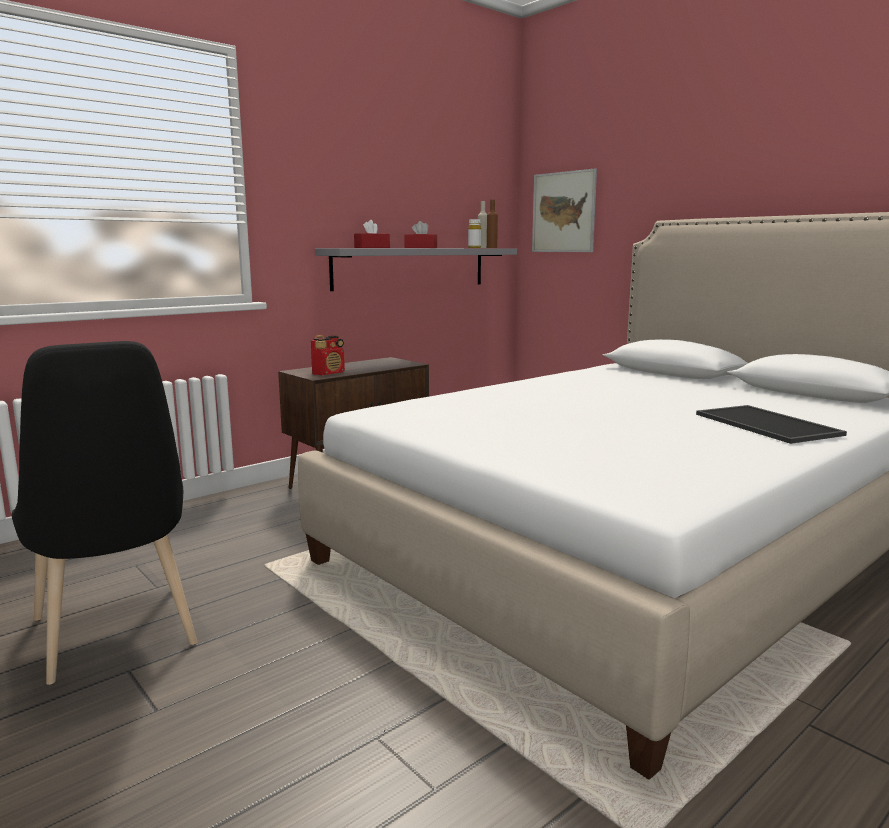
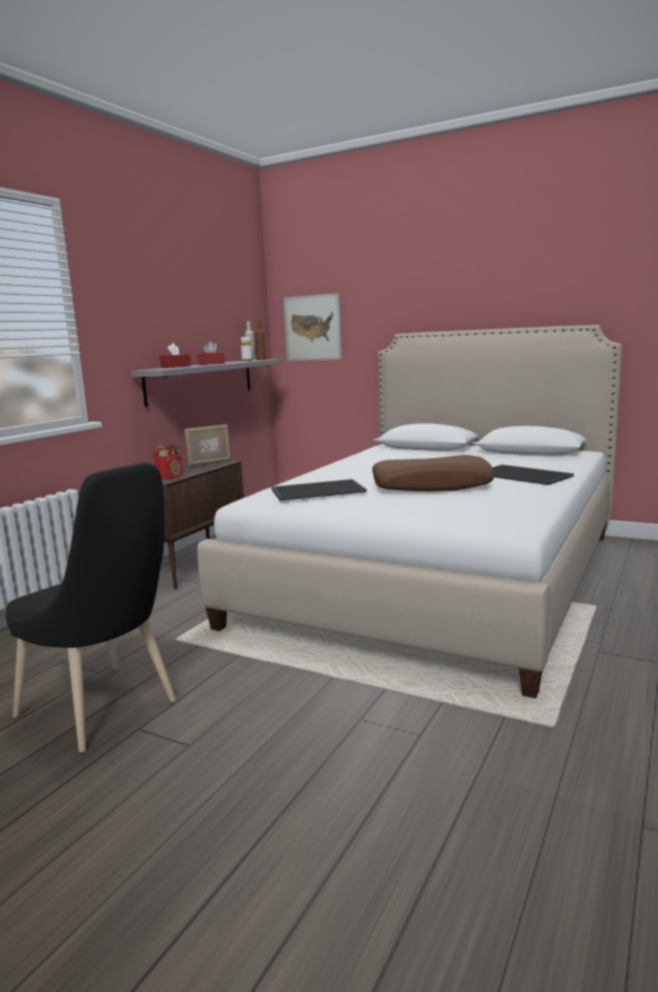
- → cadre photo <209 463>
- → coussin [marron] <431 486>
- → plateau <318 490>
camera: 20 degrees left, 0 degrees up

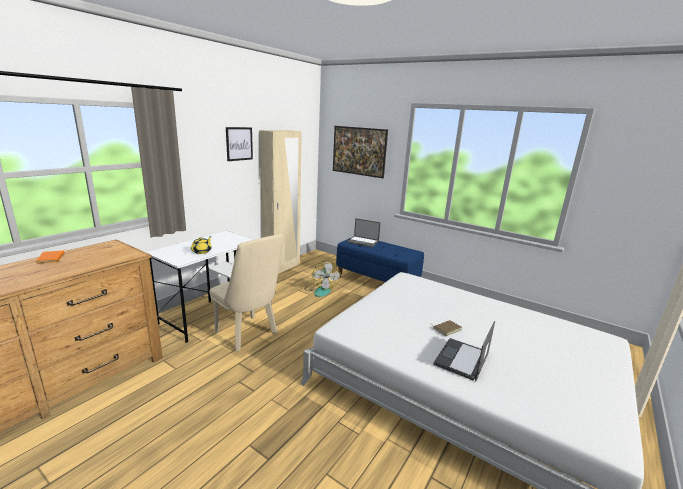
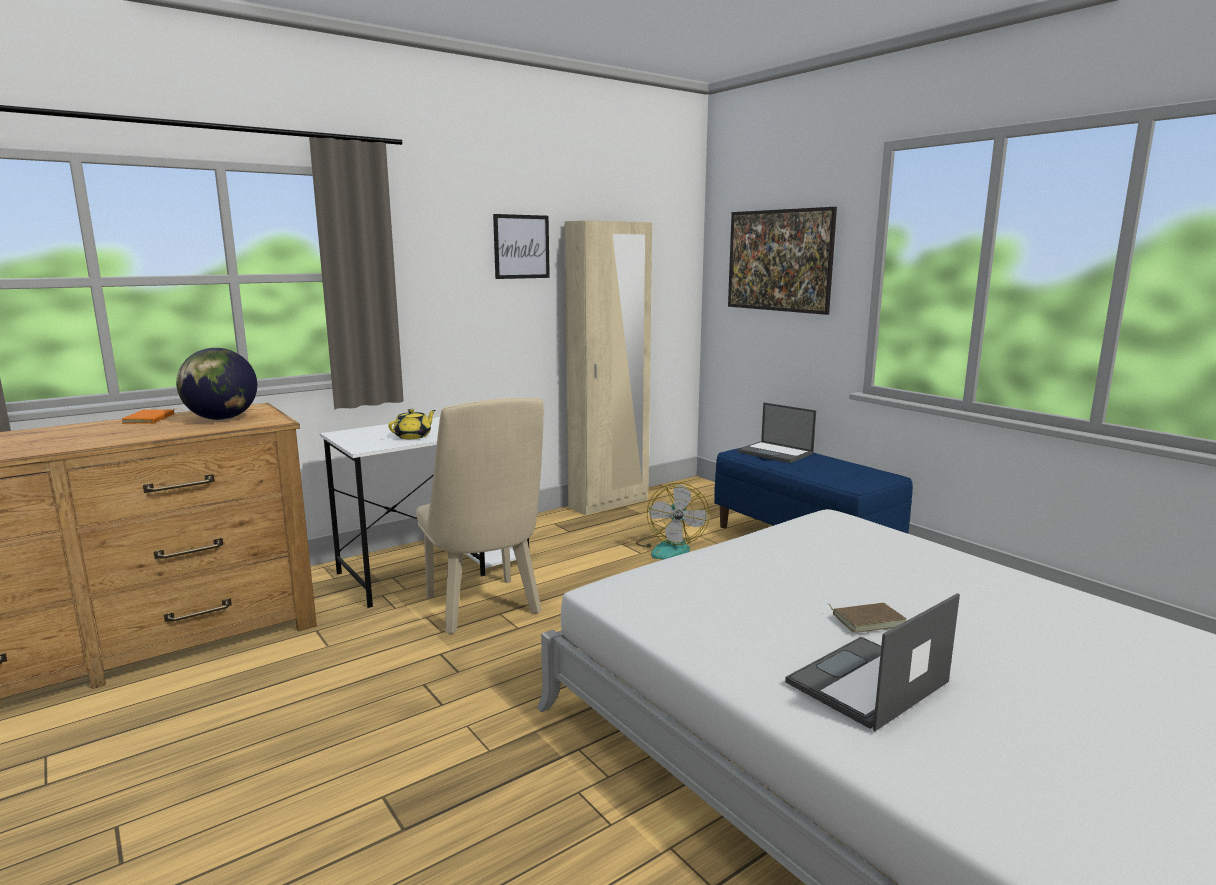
- → globe <221 419>
camera: 20 degrees right, 5 degrees down

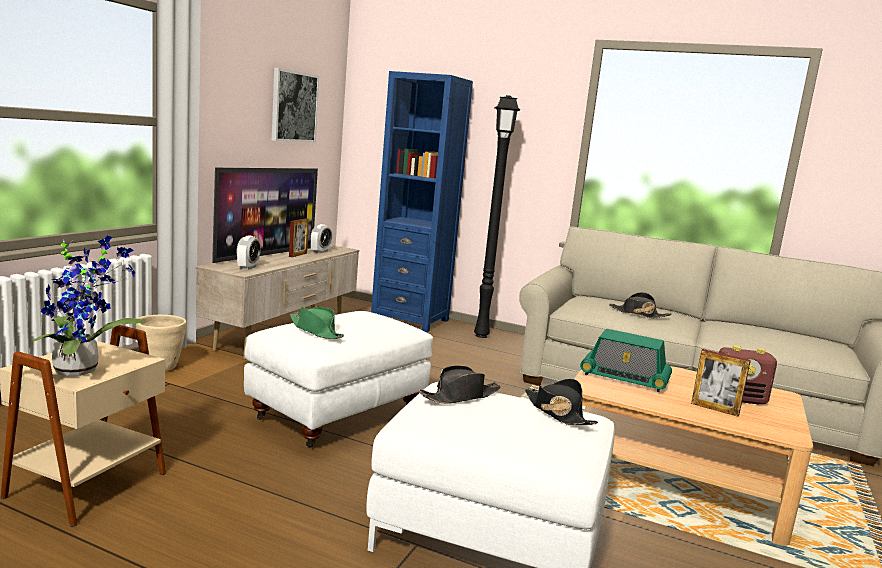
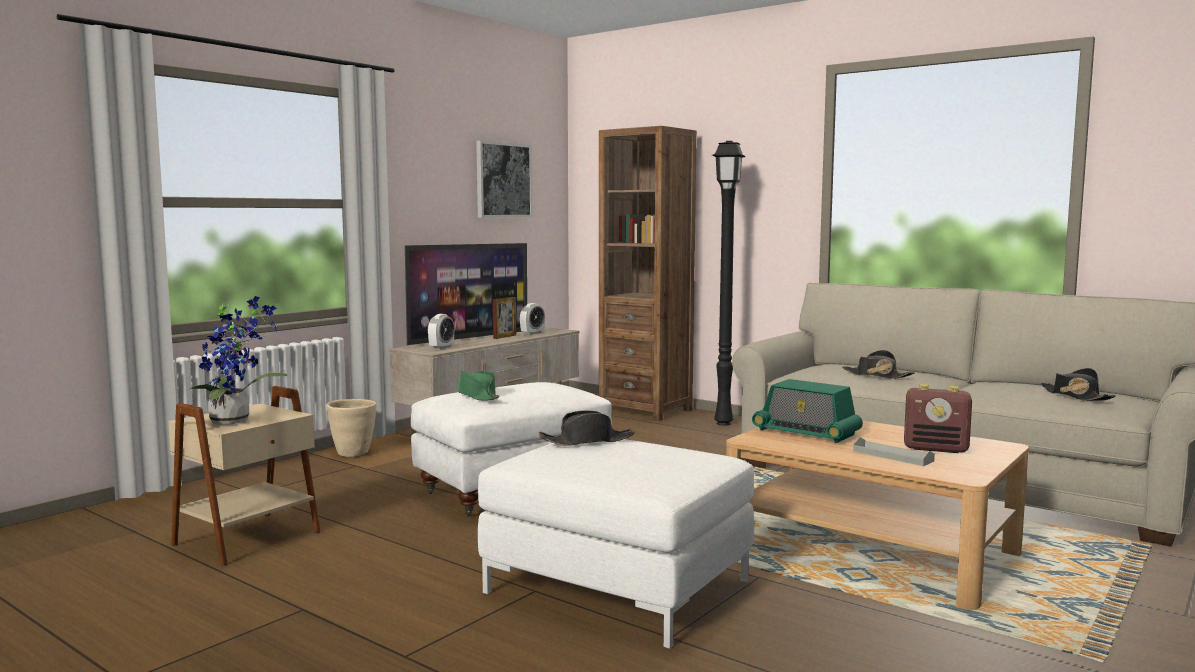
bibliothèque [bleu] <410 320> → bibliothèque [marron] <645 410>
cadre photo <714 409> → plateau [gris] <892 456>
chapeau [noir] <557 412> → chapeau [noir] <1075 396>, moved
camera: 15 degrees right, 5 degrees down

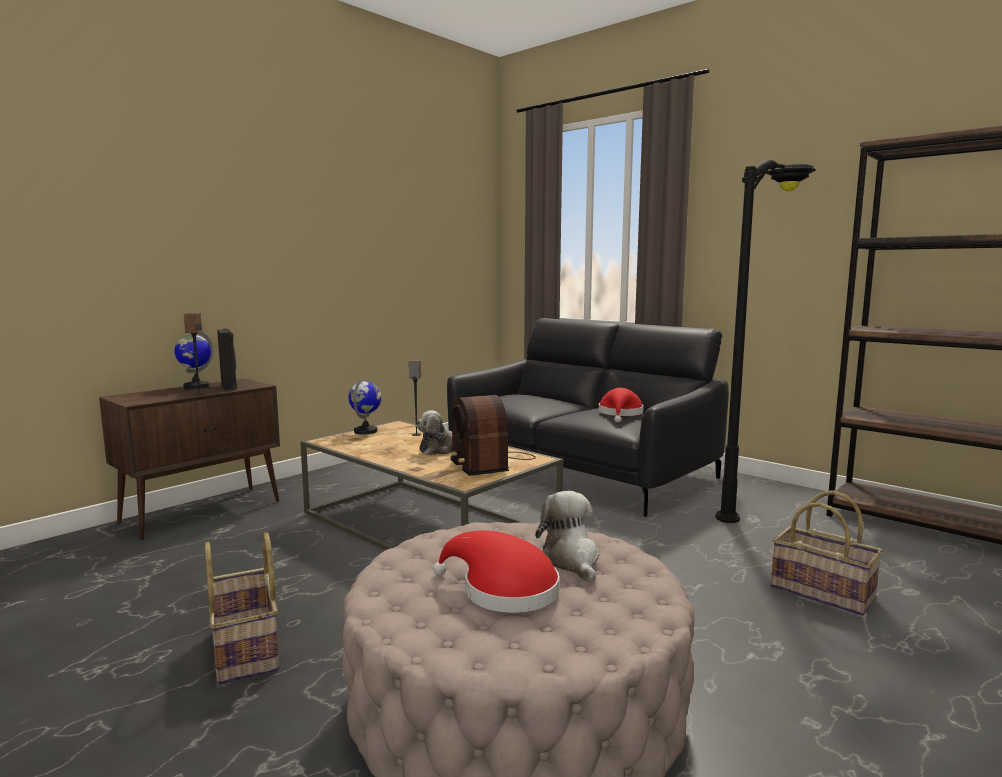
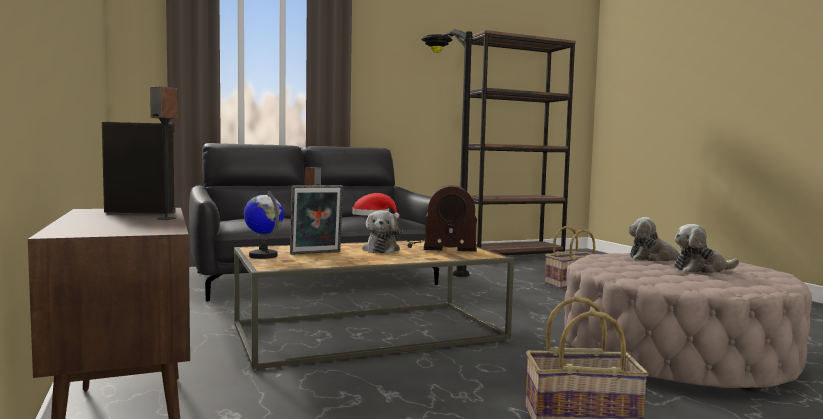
globe <196 386> → -
chapeau [rouge] <503 590> → peluche <701 269>
- → cadre photo <316 253>
camera: 65 degrees left, 5 degrees down

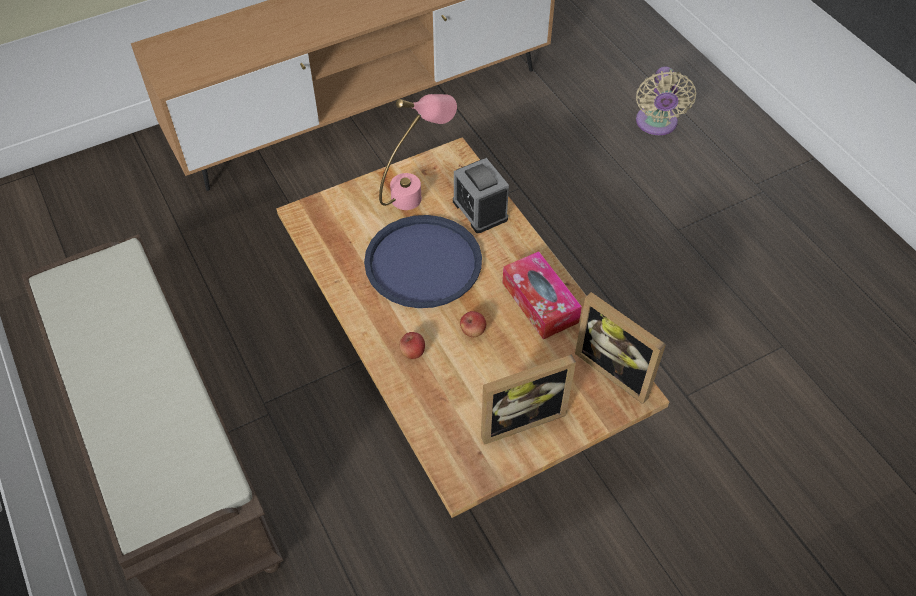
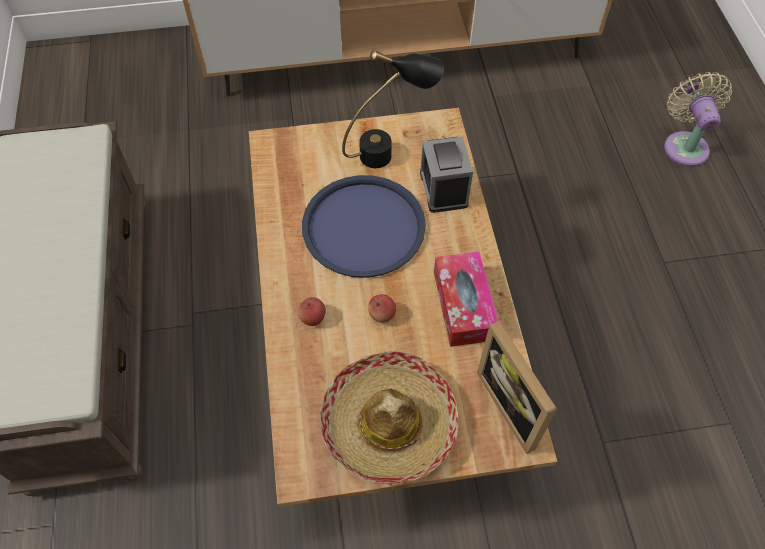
ventilateur [beige] <656 124> → ventilateur [beige] <684 145>, 150 degrees clockwise
lampe de table [rose] <417 190> → lampe de table [noir] <390 151>
cadre photo <519 417> → chapeau <389 423>
camera: 20 degrees right, 5 degrees up

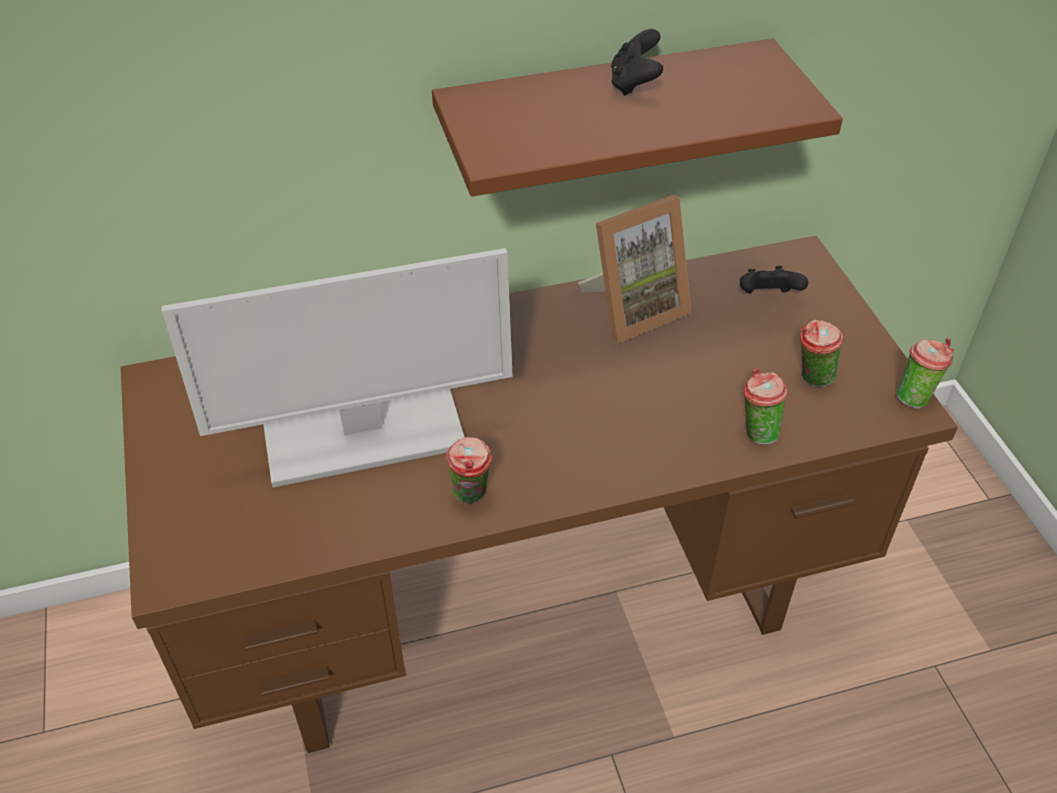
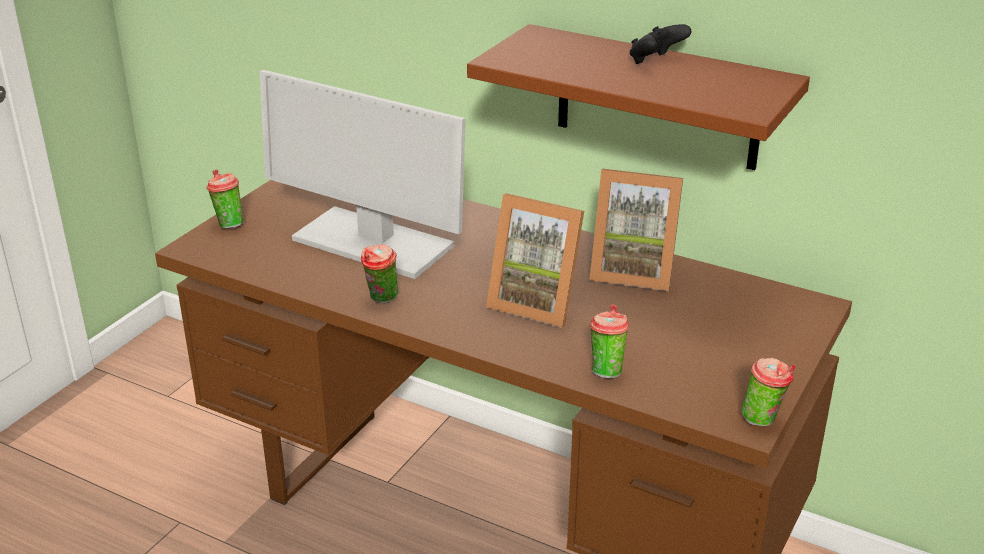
manette [noir] <767 297> → -
tasse <811 379> → tasse <228 224>, moved
- → cadre photo <537 302>
camera: 45 degrees right, 15 degrees down

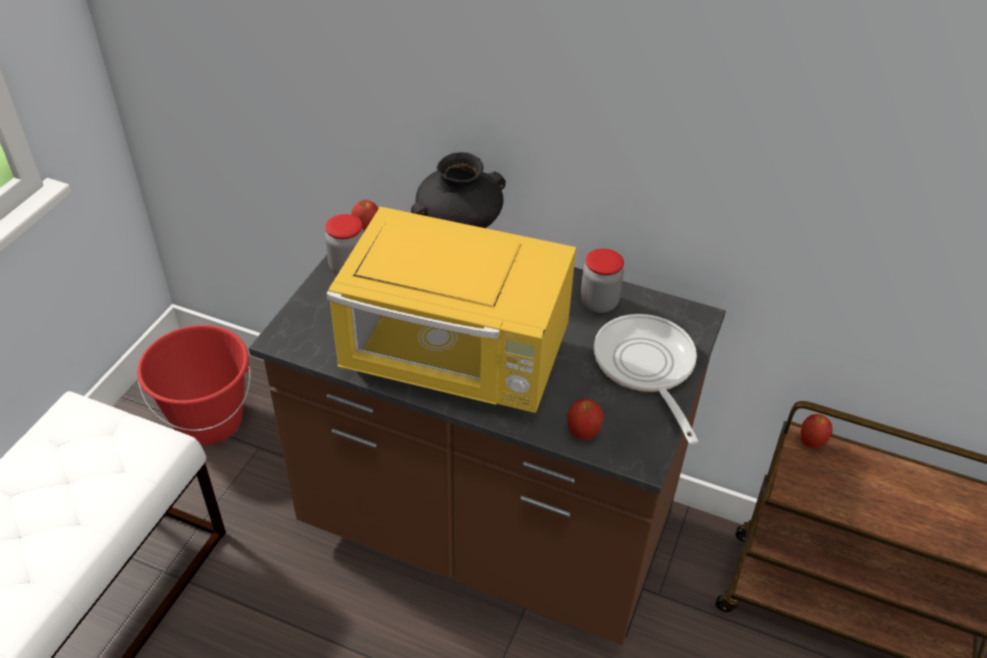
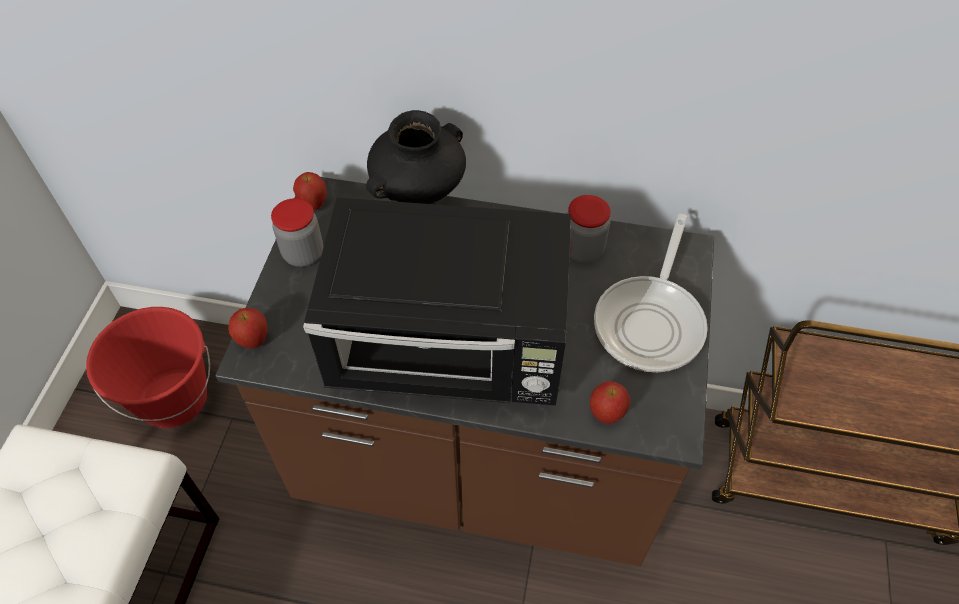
micro-ondes [jaune] <457 360> → micro-ondes [noir] <451 348>
poêle <646 368> → poêle <651 321>, 135 degrees counterclockwise
pomme <811 443> → pomme <253 341>, moved
camera: 10 degrees left, 10 degrees up

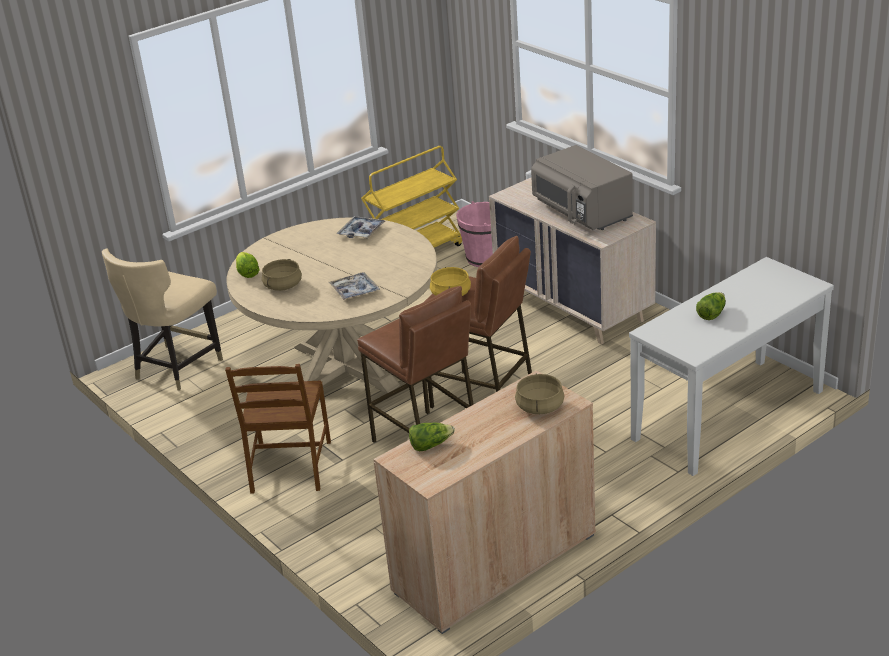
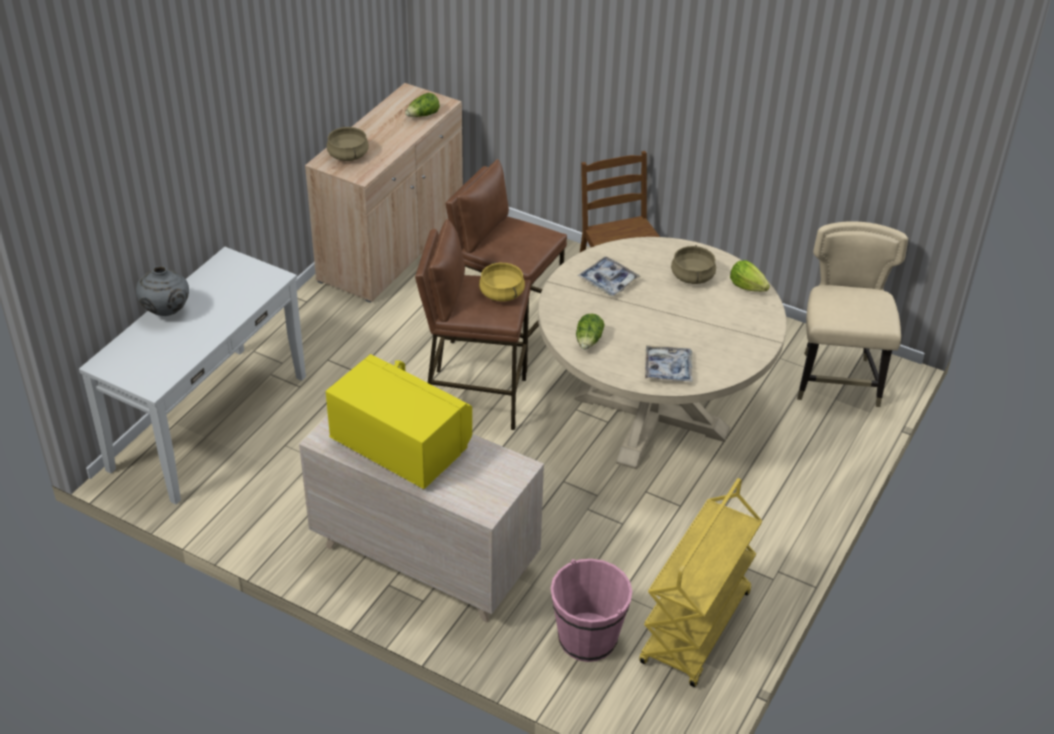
micro-ondes [gris] <582 213> → micro-ondes [jaune] <401 444>
laitue <711 314> → laitue <589 341>, moved
- → vase [gris] <166 312>
camera: 155 degrees right, 10 degrees up

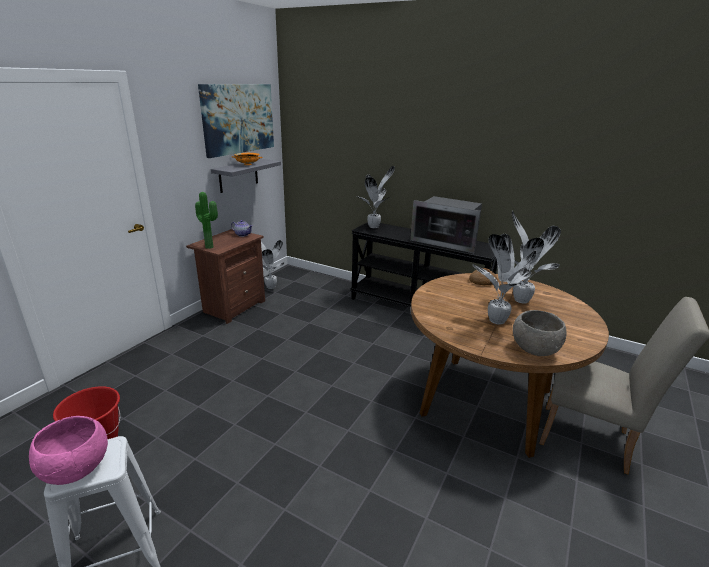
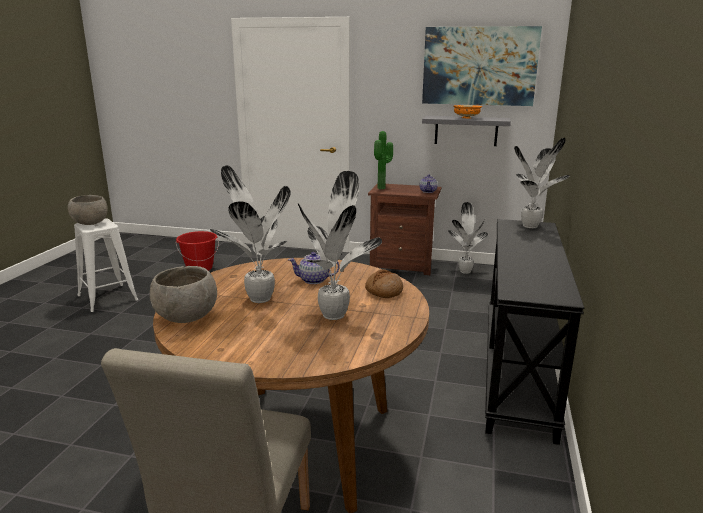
micro-ondes <447 241> → -
bol [rose] <76 470> → bol [gris] <90 223>
- → théière <314 280>
camera: 75 degrees right, 5 degrees down

